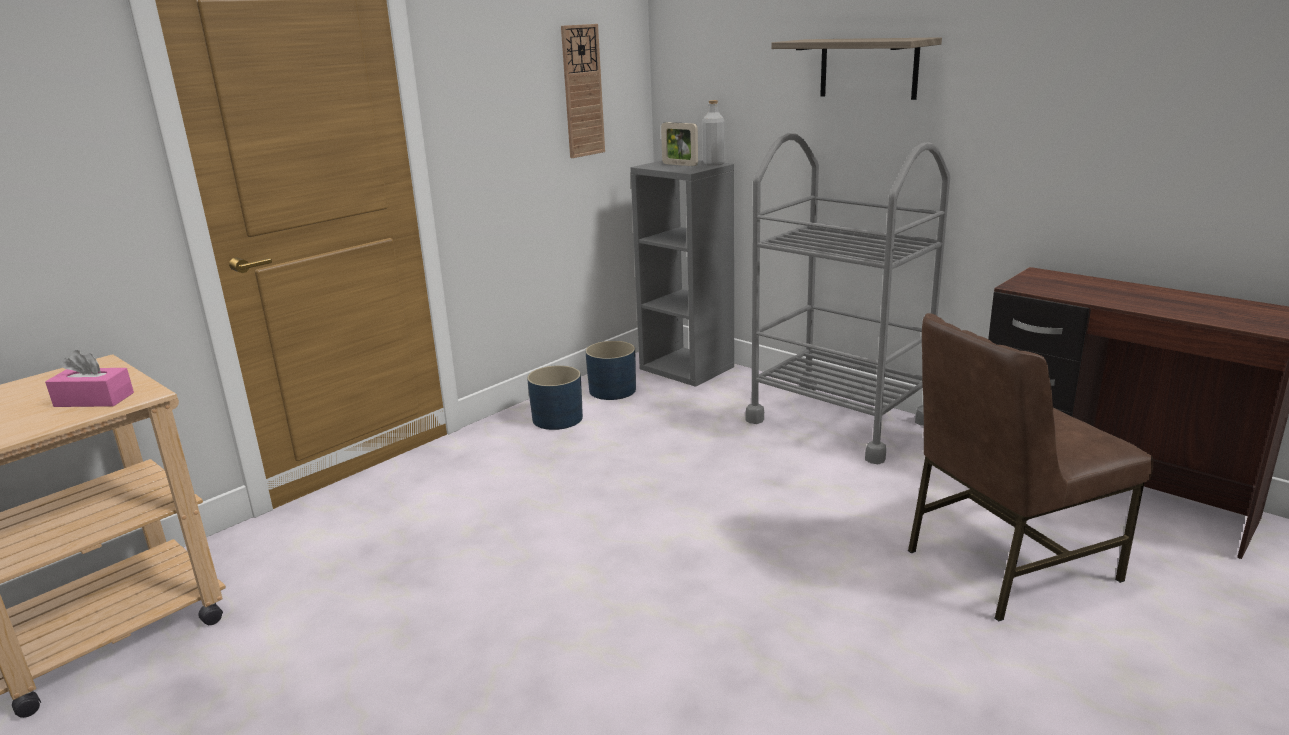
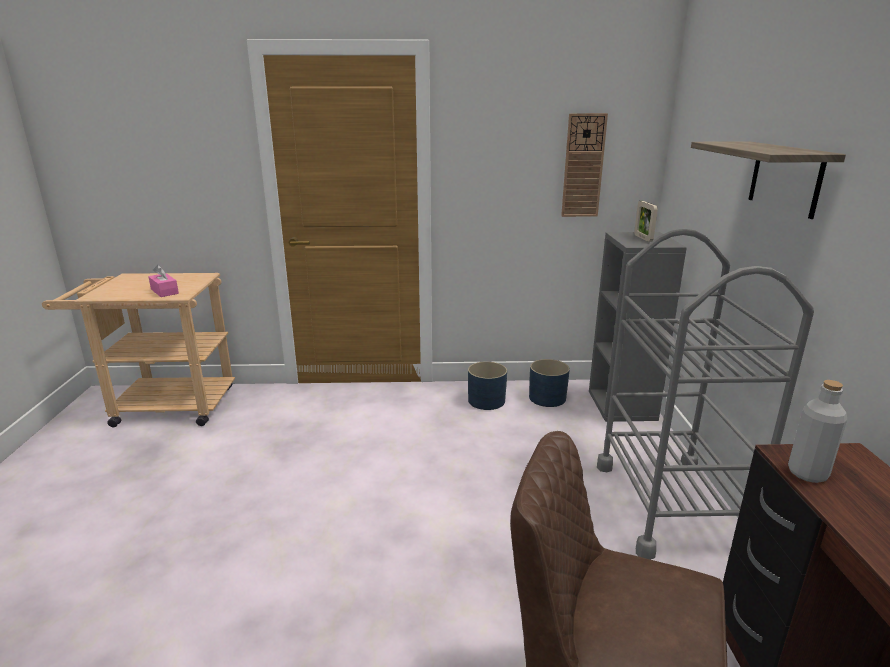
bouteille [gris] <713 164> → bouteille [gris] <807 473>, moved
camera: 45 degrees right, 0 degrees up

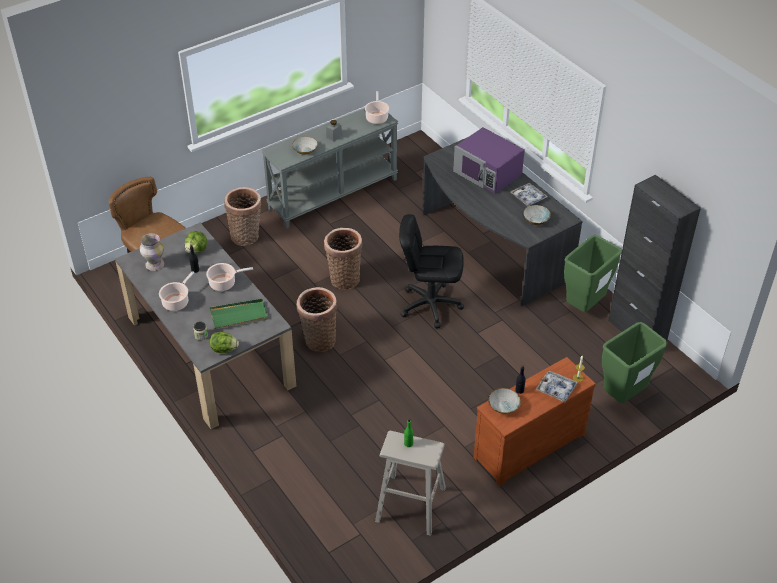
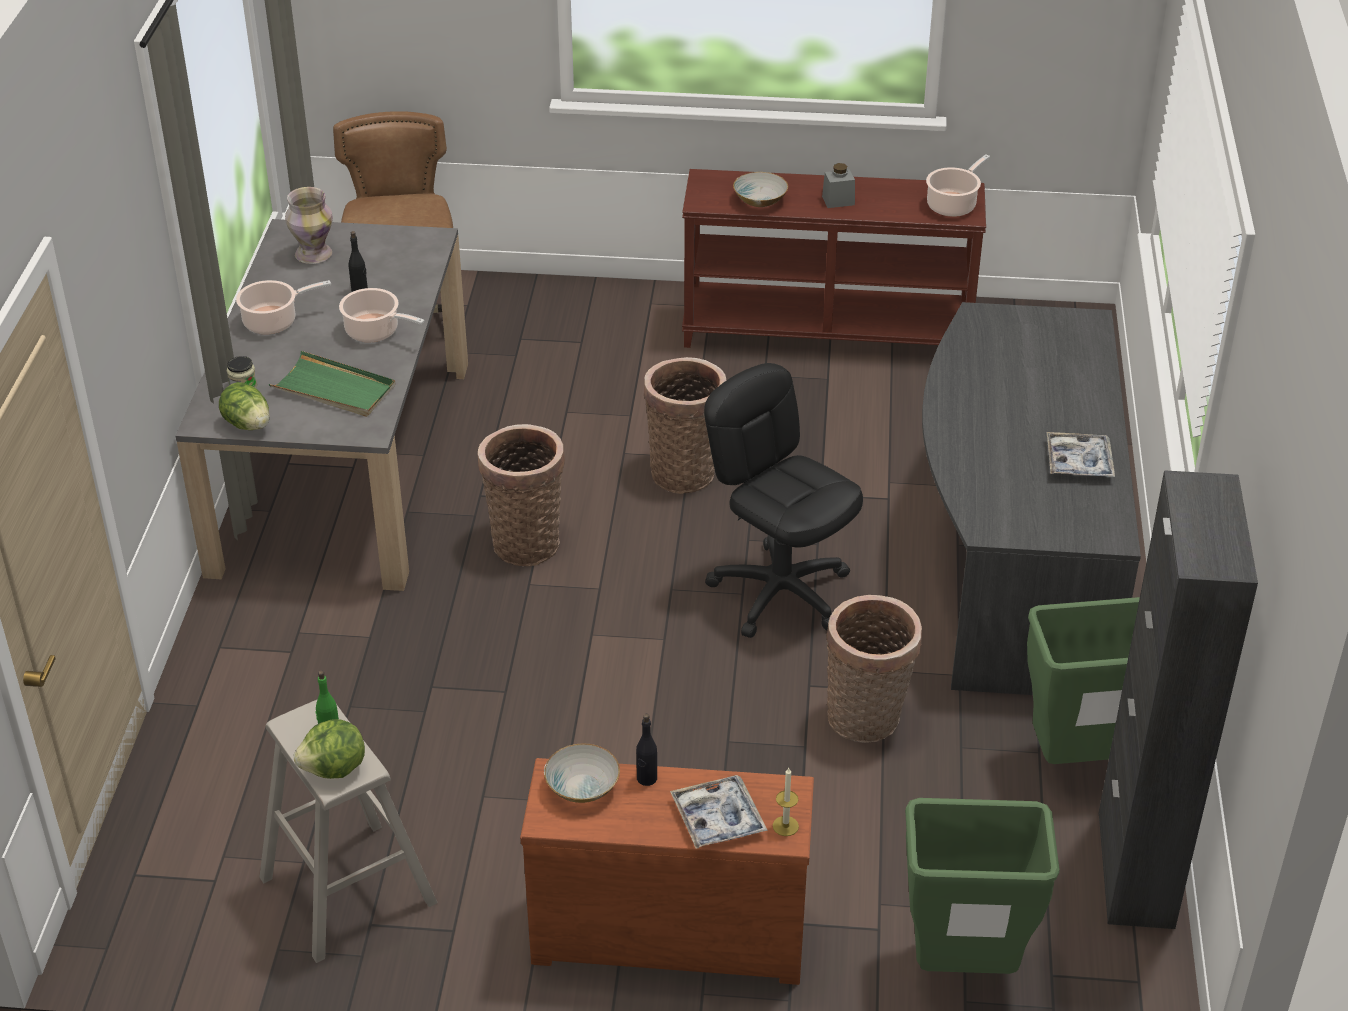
table console [gris] <333 193> → table console [marron] <828 332>
micro-ondes [violet] <488 173> → -
panier <246 236> → panier <867 719>, moved
bol <536 220> → -
laitue <197 250> → laitue <334 769>, moved
camera: 40 degrees right, 5 degrees down

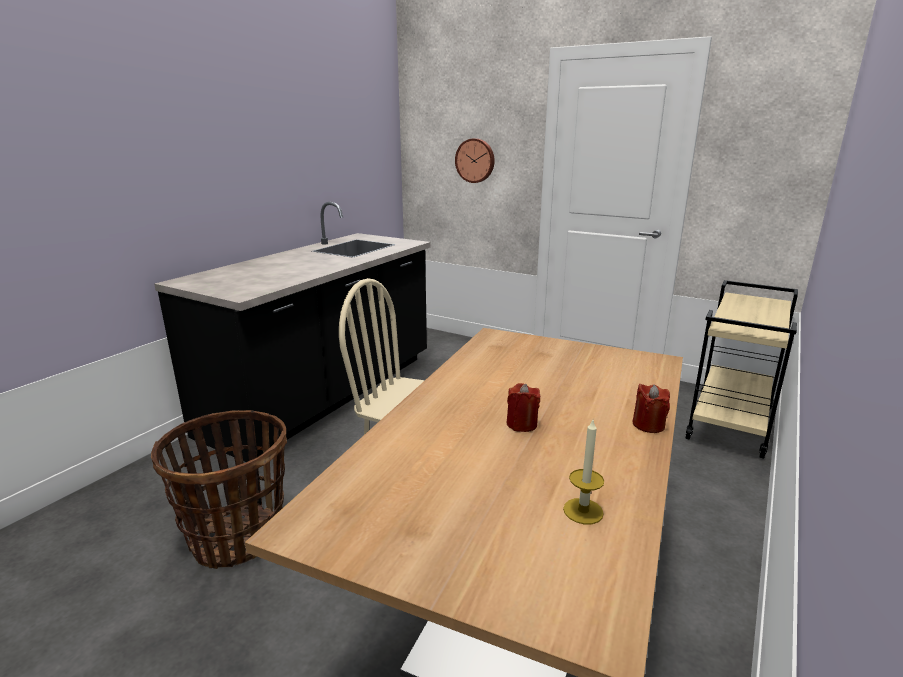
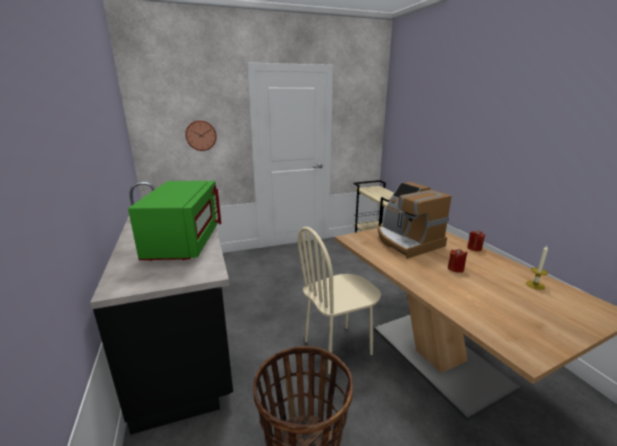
- → micro-ondes [vert] <184 242>
- → machine à café <407 241>
camera: 50 degrees left, 0 degrees up

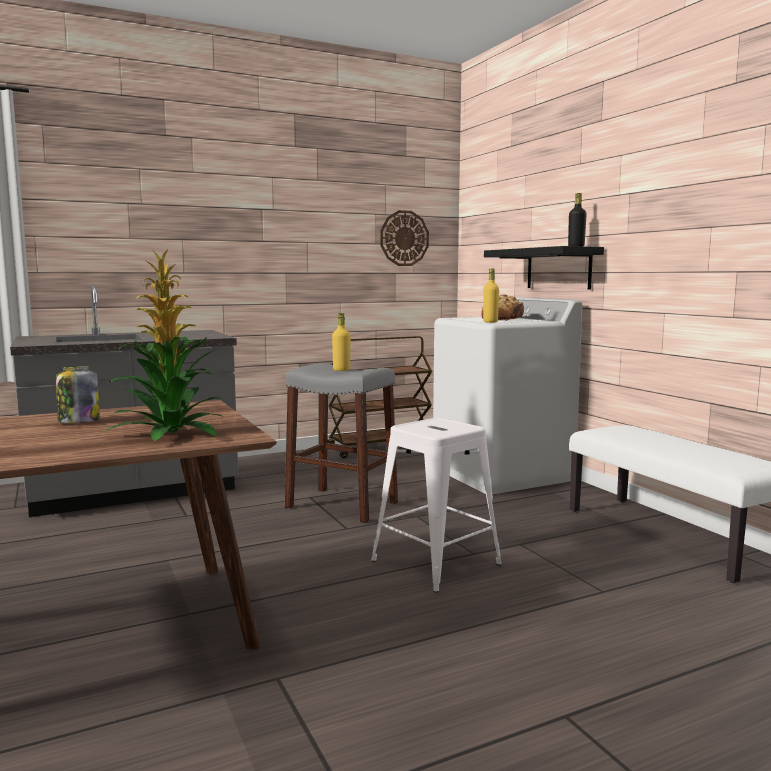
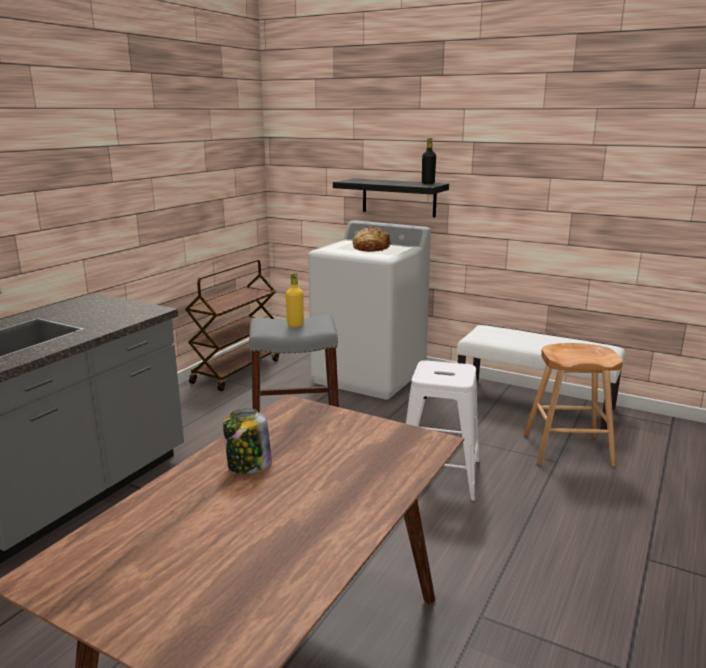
horloge murale <404 238> → -
plante en pot <169 432> → -
bouteille [jaune] <490 322> → -
- → tabouret [marron] <567 450>
camera: 35 degrees left, 10 degrees up

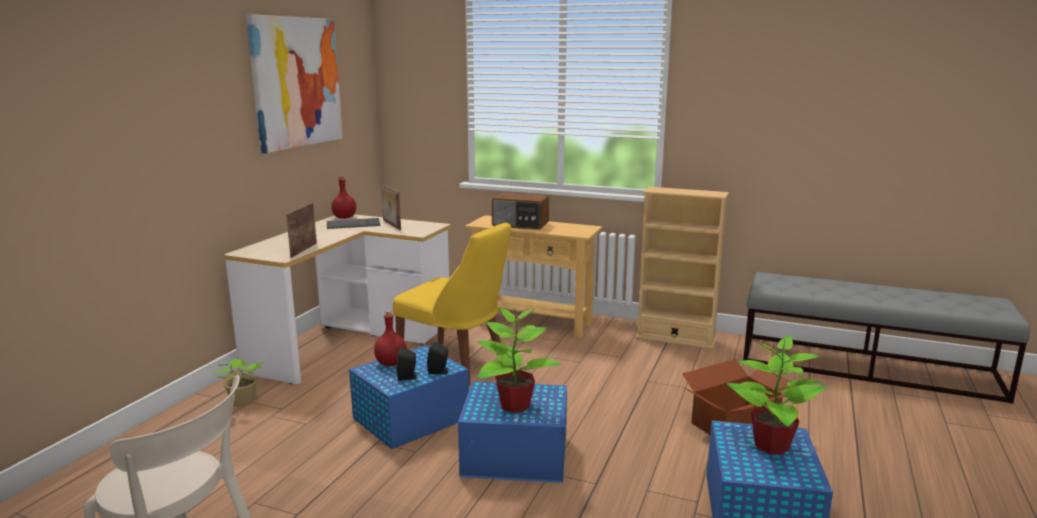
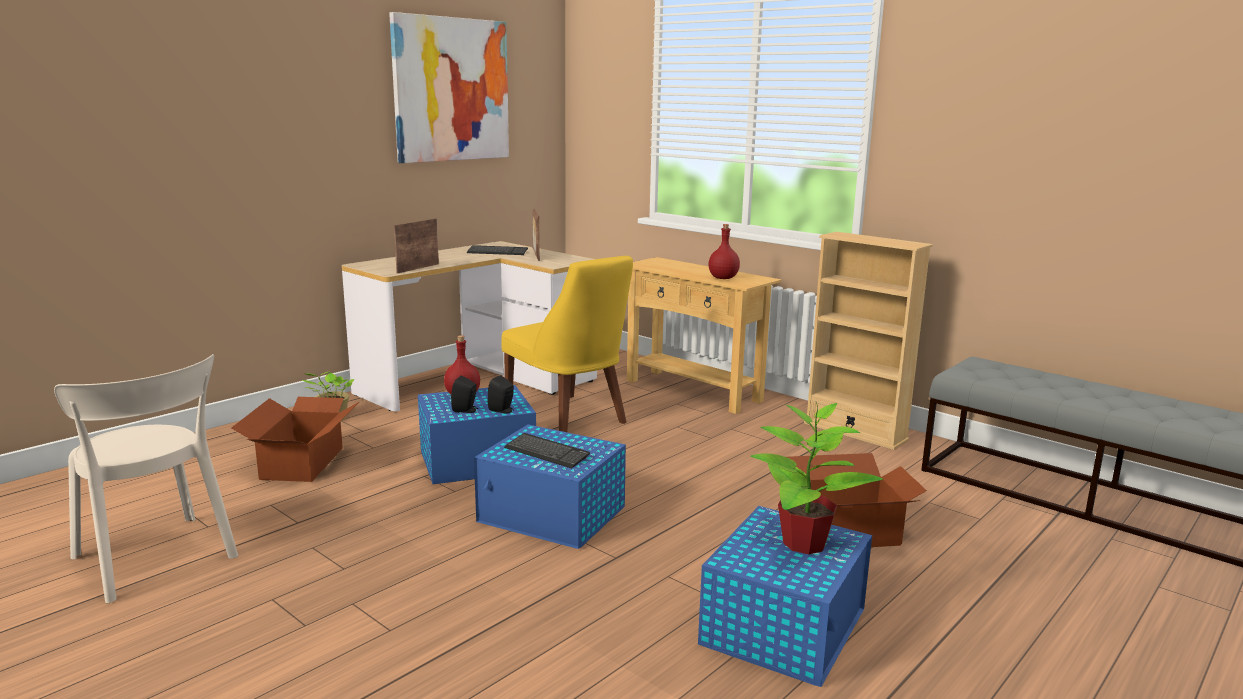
bouteille [rouge] <344 217> → bouteille [rouge] <722 278>, moved
radio <520 224> → -
plante en pot <513 405> → clavier <547 452>
- → carton <304 463>
camera: 20 degrees right, 0 degrees up

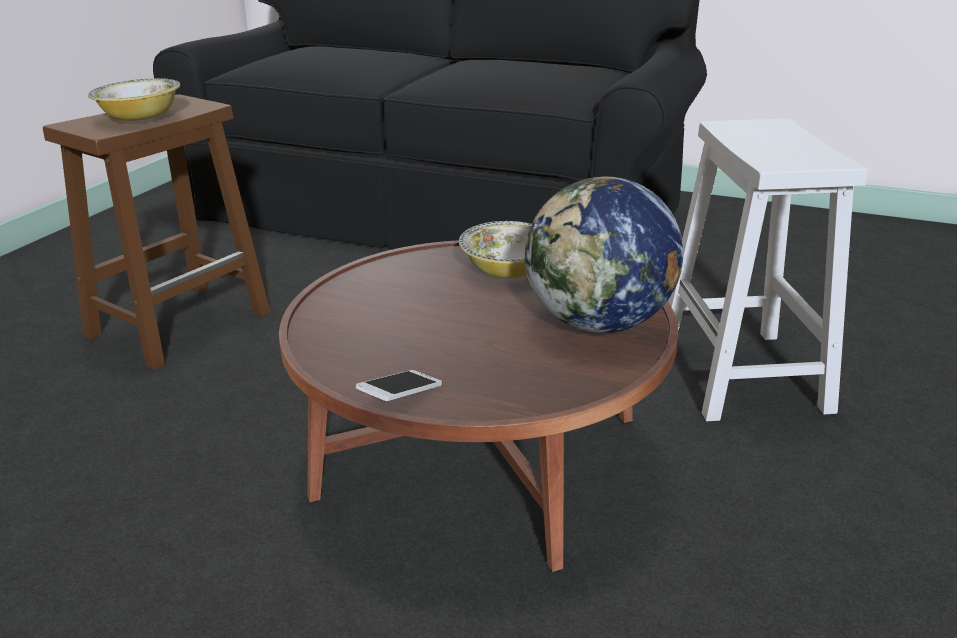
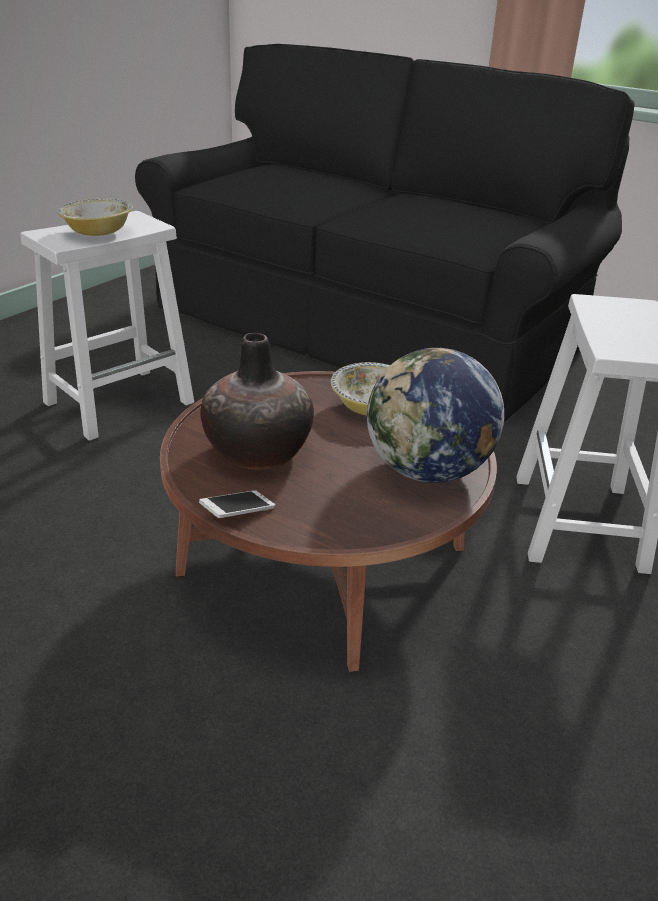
tabouret [marron] <181 323> → tabouret [blanc] <121 402>
- → vase <258 453>
camera: 10 degrees right, 5 degrees up

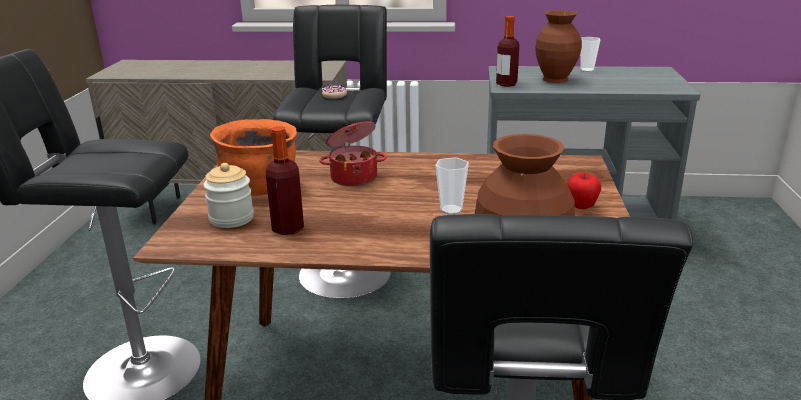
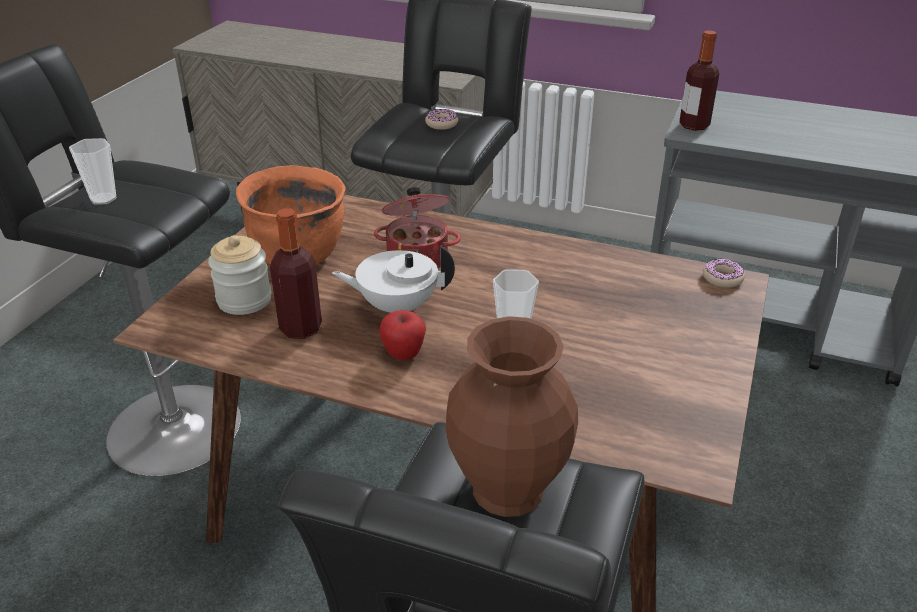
vase [marron] <555 79> → -
tasse <587 70> → tasse <103 199>, moved
pomme <581 207> → pomme <403 355>, moved
- → théière [blanc] <397 306>
- → beignet <722 278>
camera: 15 degrees right, 10 degrees up

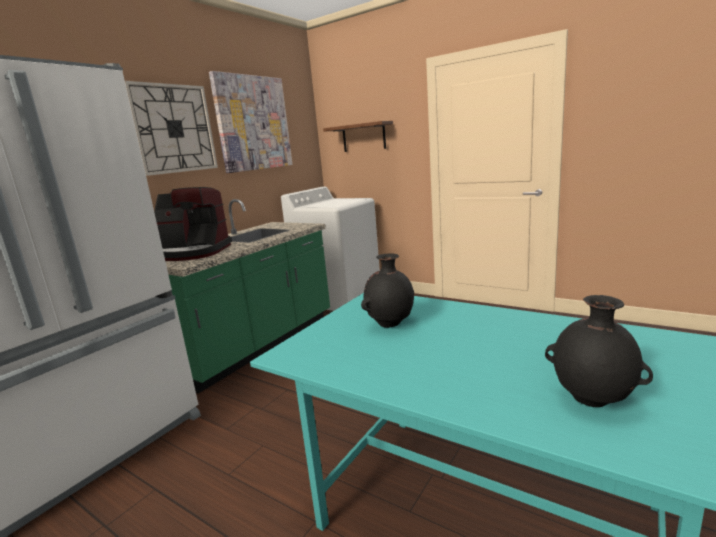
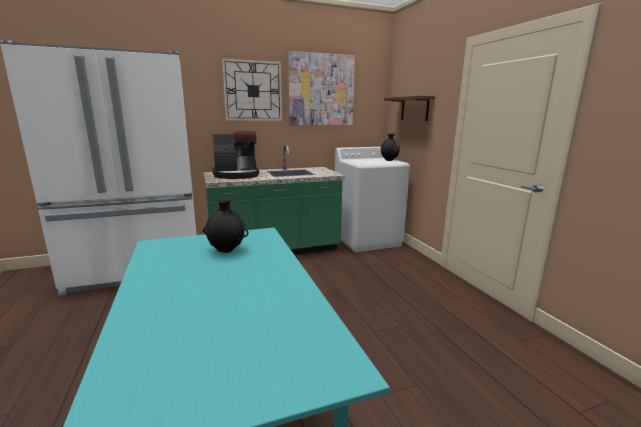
machine à café <193 252> → machine à café <236 175>, 60 degrees counterclockwise
vase [noir] <592 400> → vase [noir] <389 160>, moved
camera: 35 degrees right, 0 degrees up

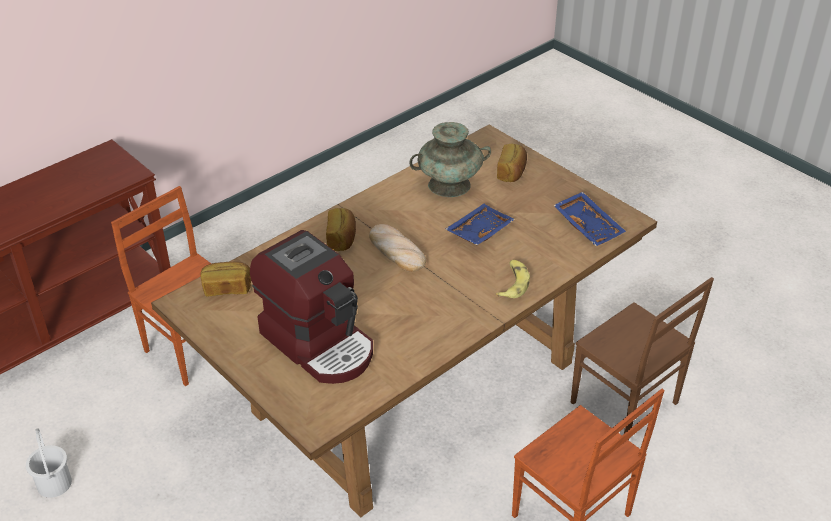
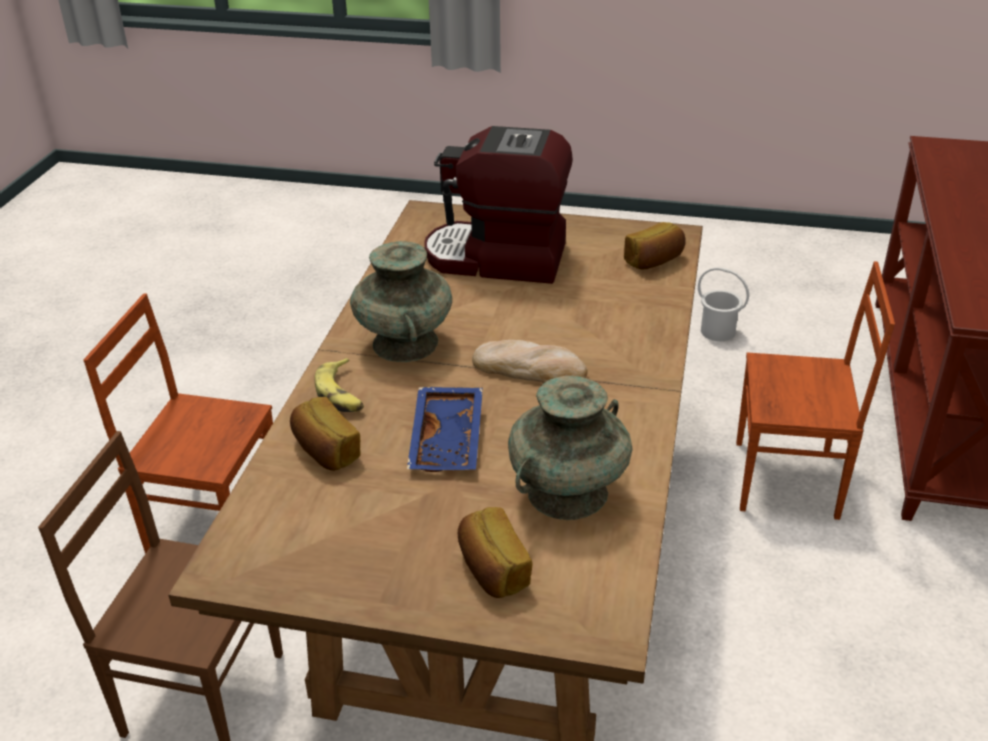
plateau [bleu] <589 225> → -
pain <342 239> → pain <325 451>, moved
- → vase [turquoise] <405 344>
camera: 145 degrees right, 5 degrees down

